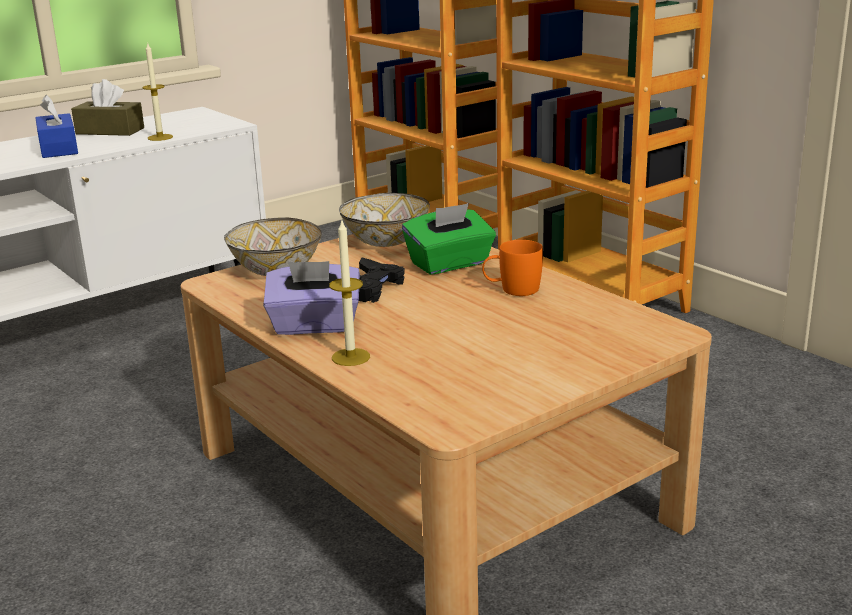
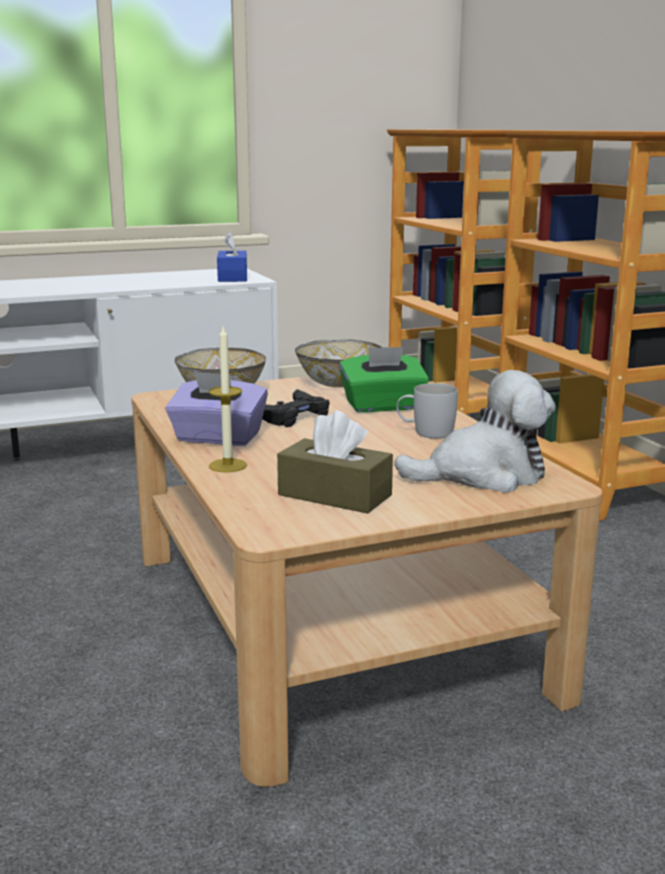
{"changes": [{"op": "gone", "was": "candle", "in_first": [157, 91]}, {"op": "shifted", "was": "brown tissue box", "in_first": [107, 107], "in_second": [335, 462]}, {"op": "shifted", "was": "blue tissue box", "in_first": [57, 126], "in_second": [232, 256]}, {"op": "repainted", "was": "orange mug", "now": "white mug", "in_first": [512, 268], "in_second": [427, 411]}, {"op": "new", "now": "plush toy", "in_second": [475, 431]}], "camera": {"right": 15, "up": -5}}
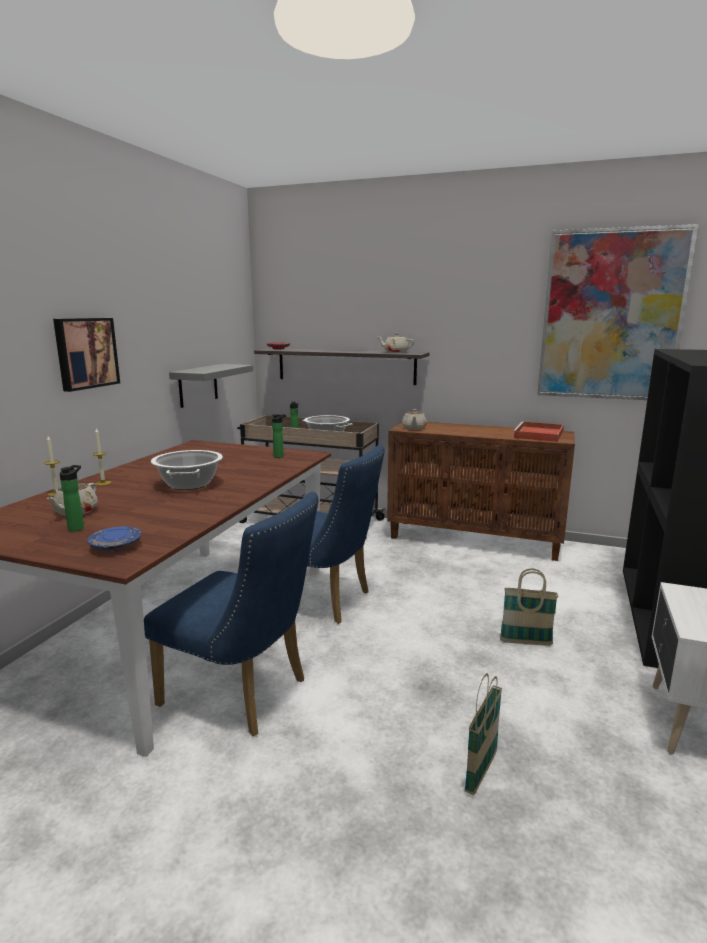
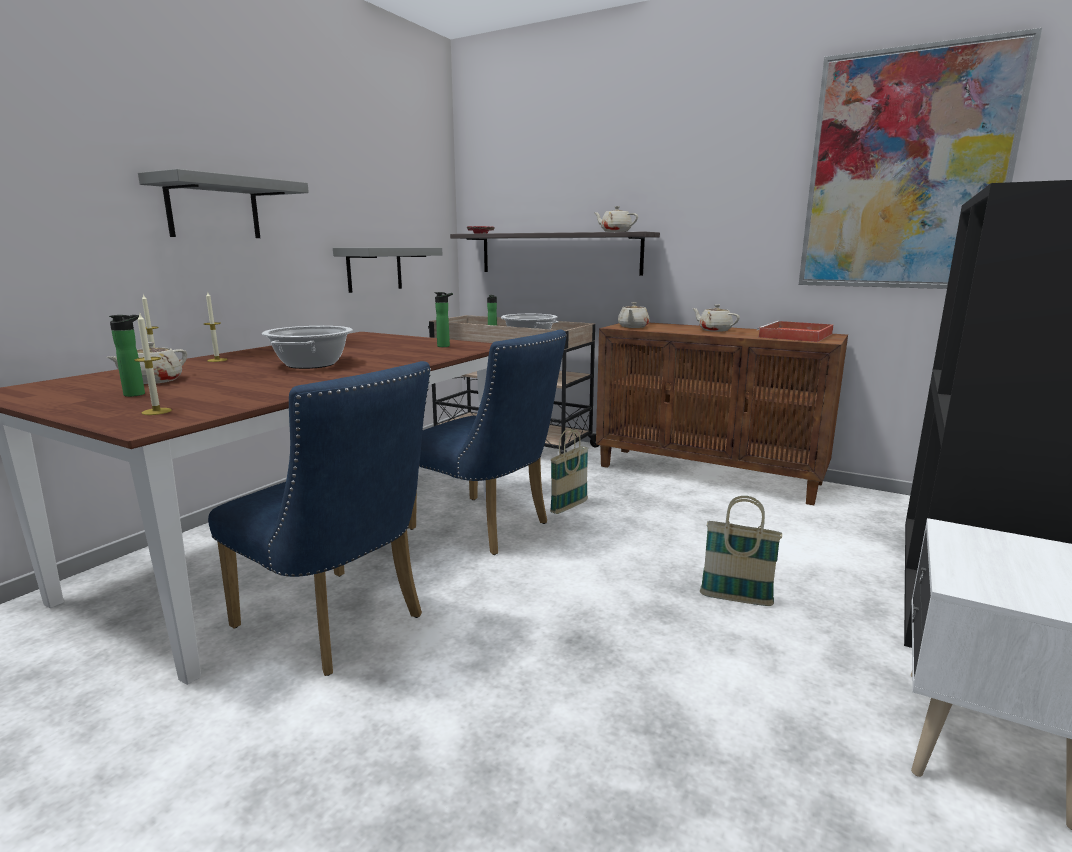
{"changes": [{"op": "swapped", "was": "picture", "now": "grey shelf", "in_first": [86, 355], "in_second": [223, 203]}, {"op": "swapped", "was": "blue plate", "now": "candle", "in_first": [114, 539], "in_second": [153, 364]}, {"op": "shifted", "was": "basket", "in_first": [483, 734], "in_second": [569, 471]}, {"op": "new", "now": "beige teapot", "in_second": [716, 318]}], "camera": {"right": 10, "up": 0}}
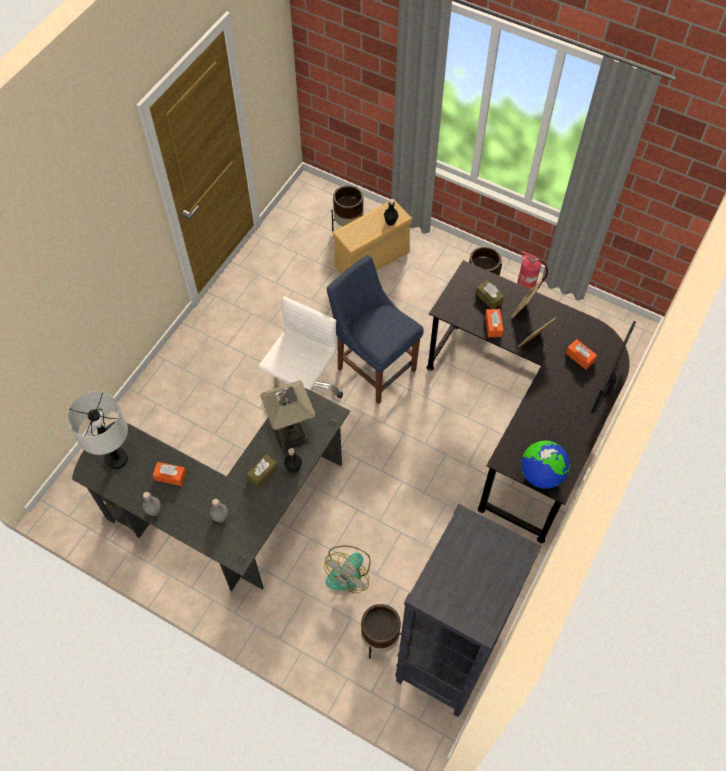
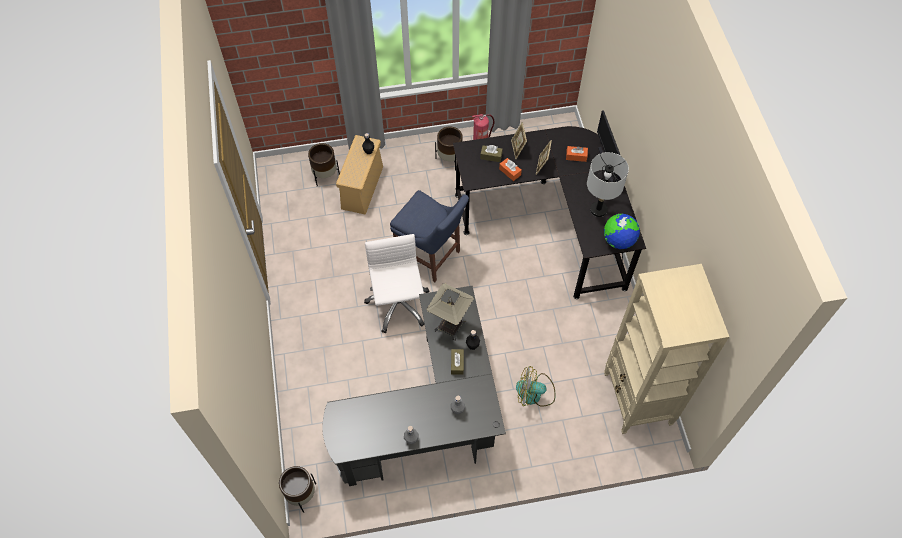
{"changes": [{"op": "rotated", "was": "blue chair", "in_first": [375, 329], "in_second": [429, 236], "clockwise": -150}, {"op": "shifted", "was": "grey table lamp", "in_first": [97, 430], "in_second": [608, 184]}, {"op": "gone", "was": "orange tissue box", "in_first": [170, 474]}, {"op": "repainted", "was": "black bookcase", "now": "beige bookcase", "in_first": [468, 610], "in_second": [666, 349]}, {"op": "rotated", "was": "fan", "in_first": [347, 569], "in_second": [536, 386], "clockwise": 105}, {"op": "shifted", "was": "brown planter", "in_first": [381, 631], "in_second": [297, 489]}], "camera": {"right": -40, "up": 0}}
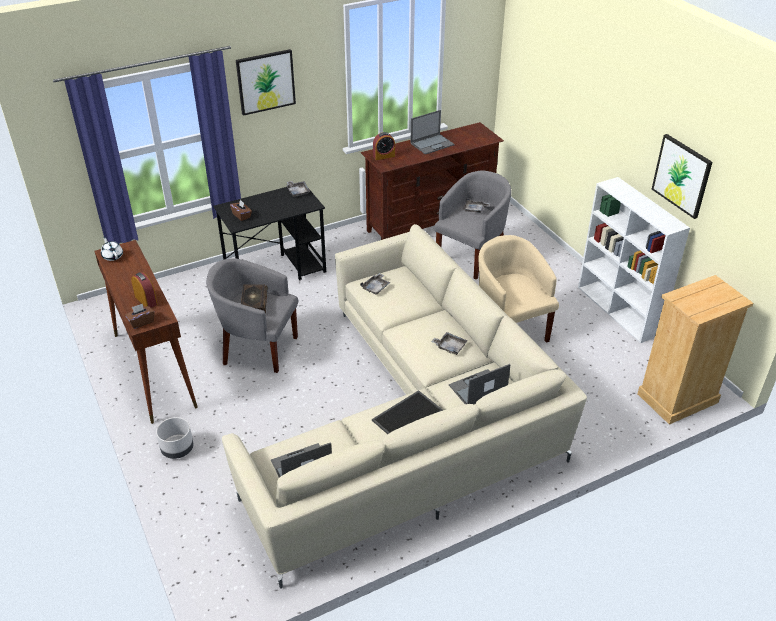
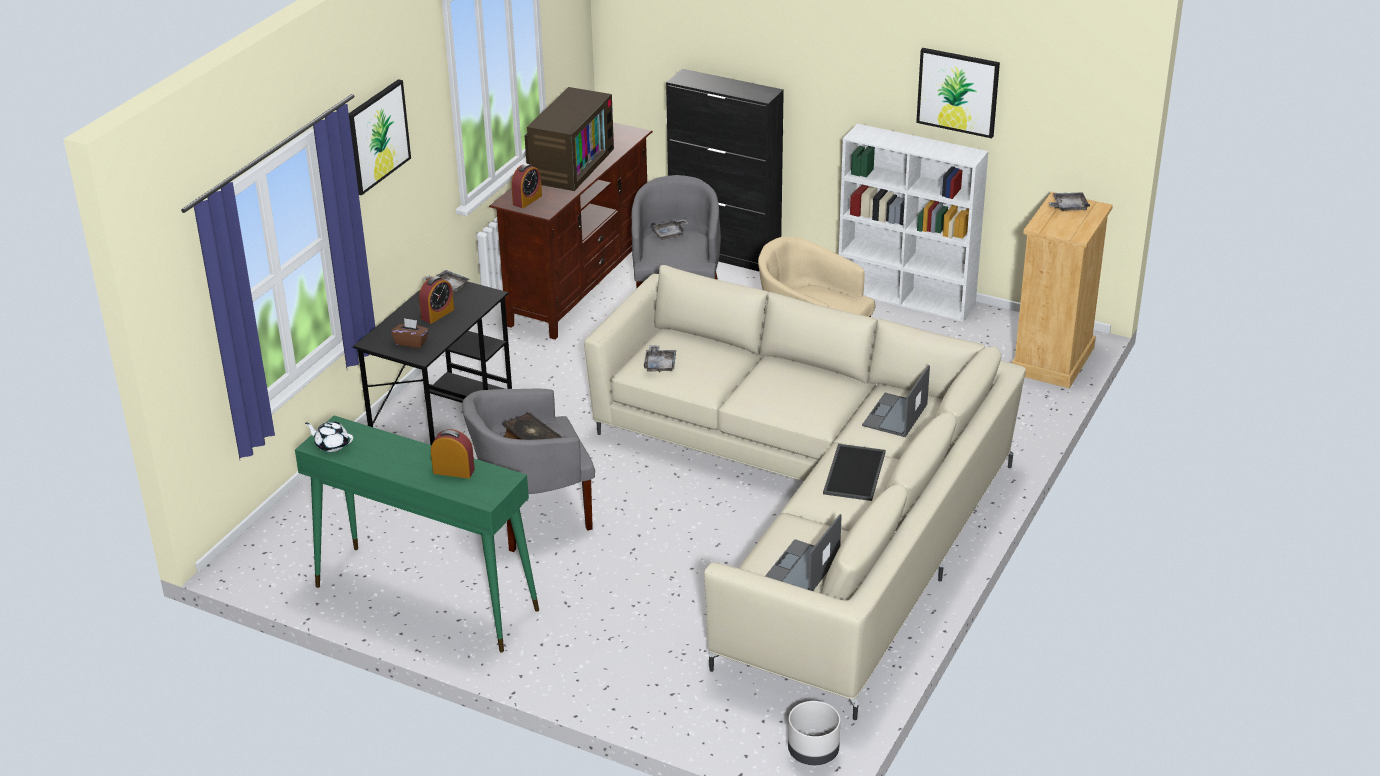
{"changes": [{"op": "swapped", "was": "laptop", "now": "television", "in_first": [432, 132], "in_second": [569, 139]}, {"op": "repainted", "was": "brown console table", "now": "green console table", "in_first": [146, 332], "in_second": [417, 534]}, {"op": "gone", "was": "brown tissue box", "in_first": [140, 316]}, {"op": "shifted", "was": "grey tray", "in_first": [449, 343], "in_second": [1069, 201]}, {"op": "shifted", "was": "grey planter", "in_first": [175, 438], "in_second": [814, 733]}, {"op": "new", "now": "black cabinet", "in_second": [725, 170]}, {"op": "new", "now": "alarm clock", "in_second": [436, 300]}], "camera": {"right": -35, "up": -5}}
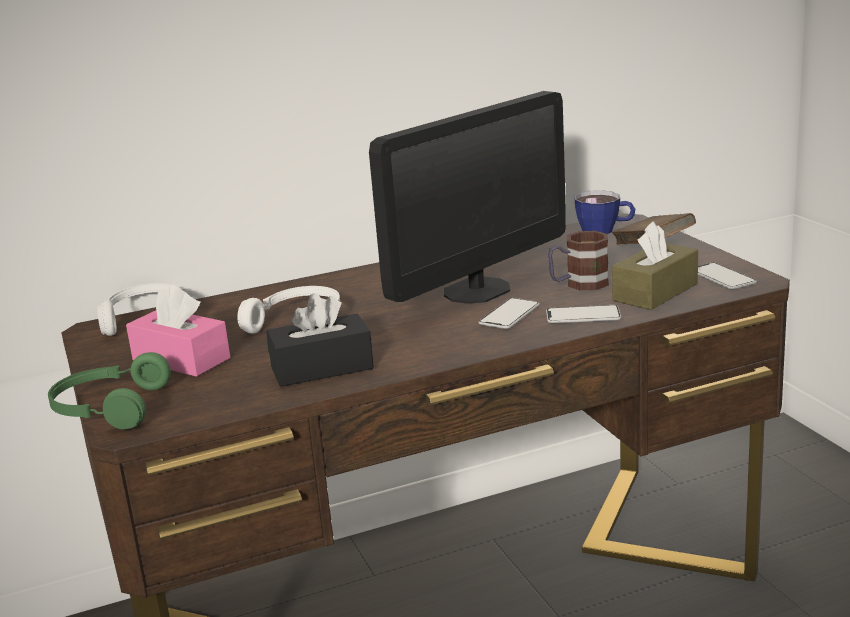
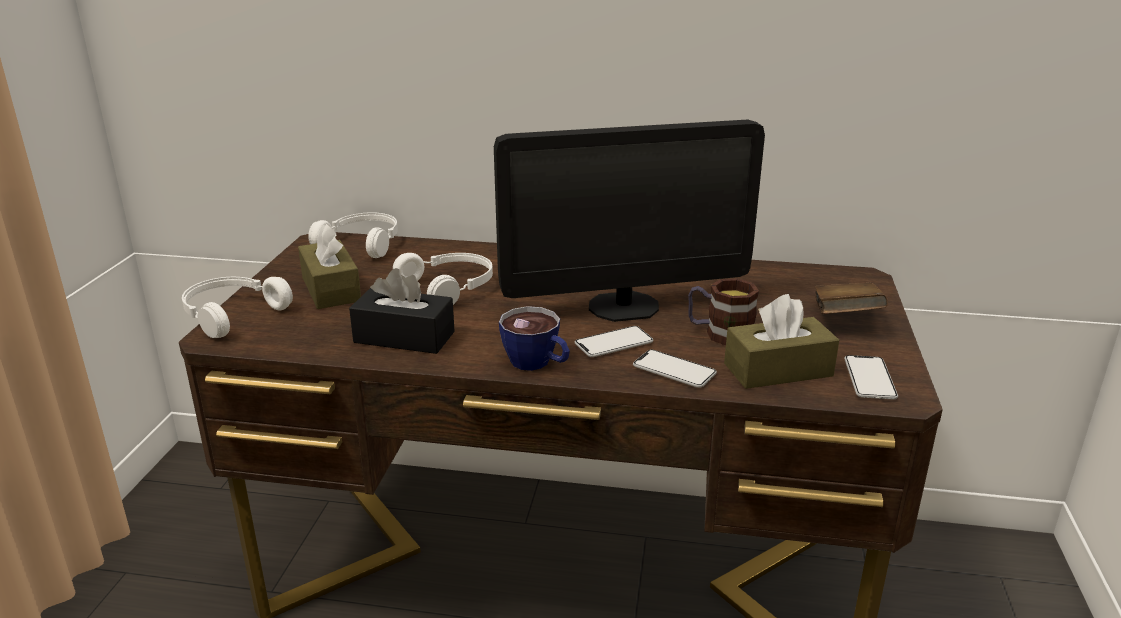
{"changes": [{"op": "shifted", "was": "cup", "in_first": [604, 212], "in_second": [534, 338]}, {"op": "repainted", "was": "pink tissue box", "now": "brown tissue box", "in_first": [178, 331], "in_second": [329, 266]}, {"op": "repainted", "was": "green headphones", "now": "white headphones", "in_first": [109, 390], "in_second": [237, 307]}], "camera": {"right": 30, "up": 5}}
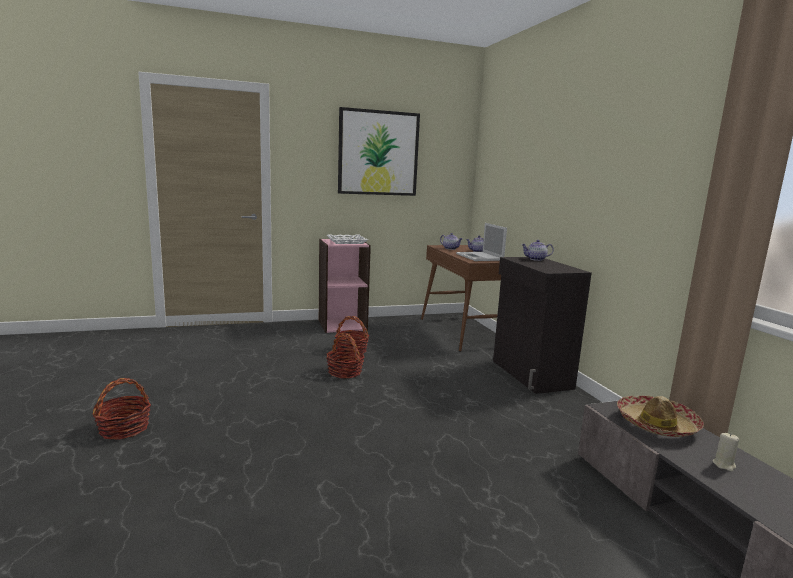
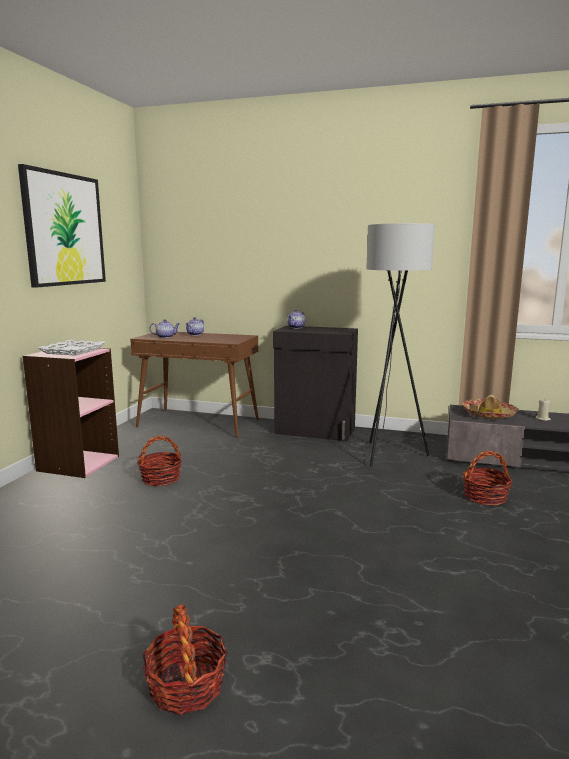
{"changes": [{"op": "gone", "was": "laptop", "in_first": [481, 242]}, {"op": "shifted", "was": "basket", "in_first": [345, 355], "in_second": [487, 478]}, {"op": "new", "now": "grey floor lamp", "in_second": [388, 346]}], "camera": {"right": -55, "up": 0}}
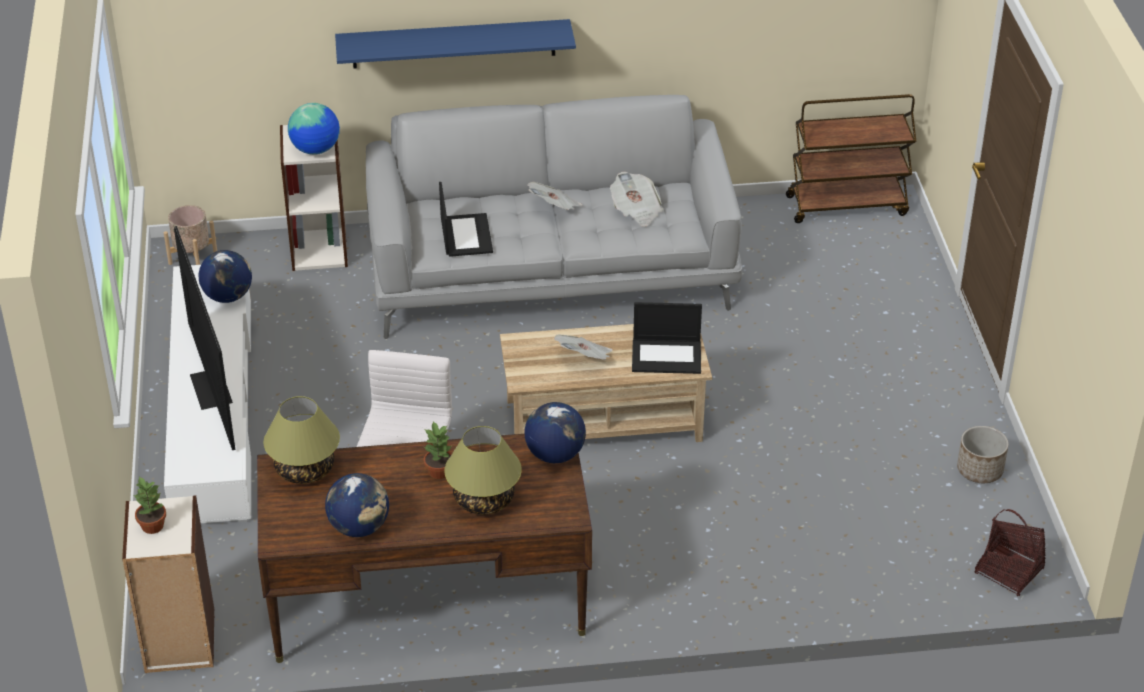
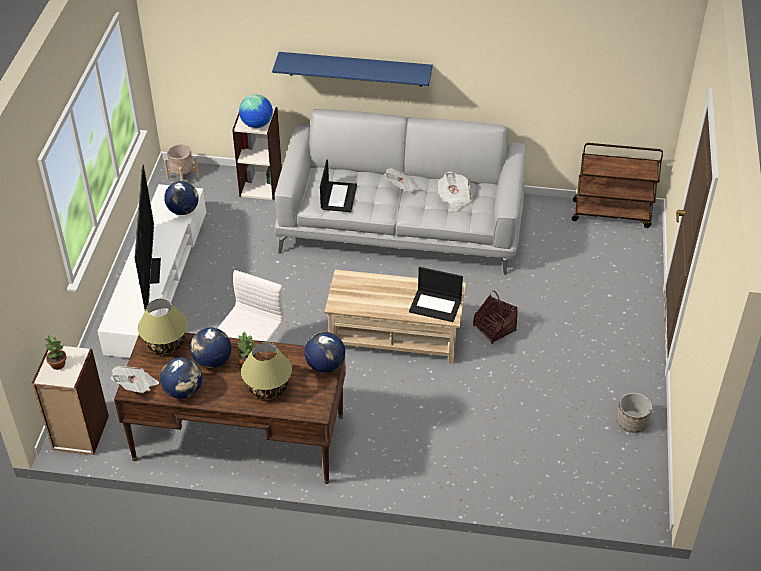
{"changes": [{"op": "shifted", "was": "newspaper", "in_first": [583, 347], "in_second": [134, 379]}, {"op": "shifted", "was": "basket", "in_first": [1010, 552], "in_second": [495, 317]}, {"op": "new", "now": "globe", "in_second": [210, 348]}], "camera": {"right": 15, "up": 5}}
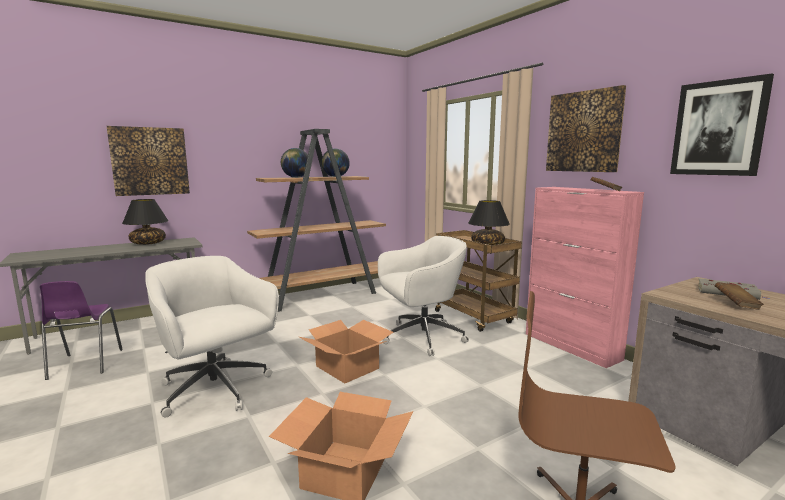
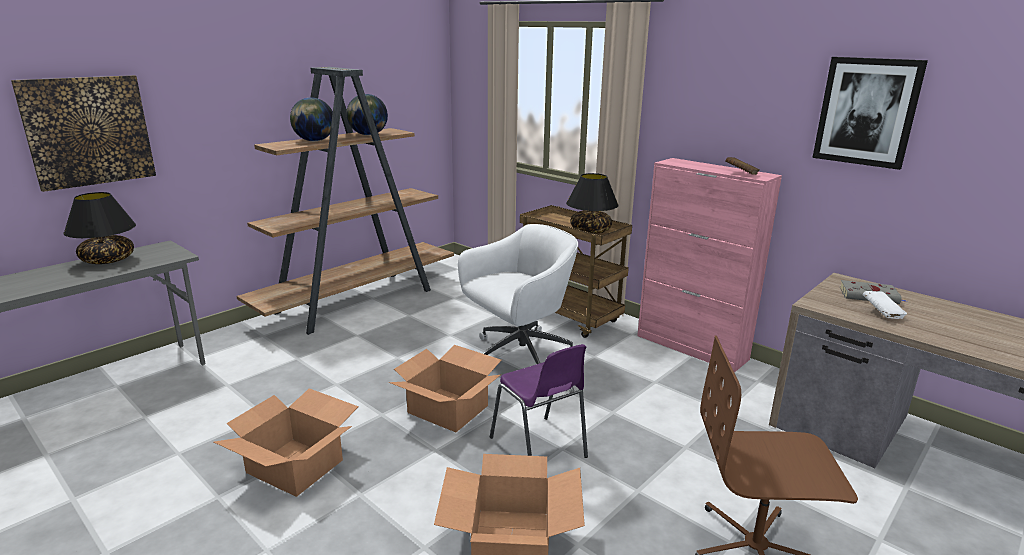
{"changes": [{"op": "gone", "was": "picture", "in_first": [586, 128]}, {"op": "swapped", "was": "white office chair", "now": "cardboard box", "in_first": [212, 337], "in_second": [286, 442]}, {"op": "shifted", "was": "purple chair", "in_first": [81, 330], "in_second": [539, 401]}, {"op": "repainted", "was": "brown book", "now": "white book", "in_first": [739, 295], "in_second": [885, 305]}], "camera": {"right": -15, "up": 10}}
